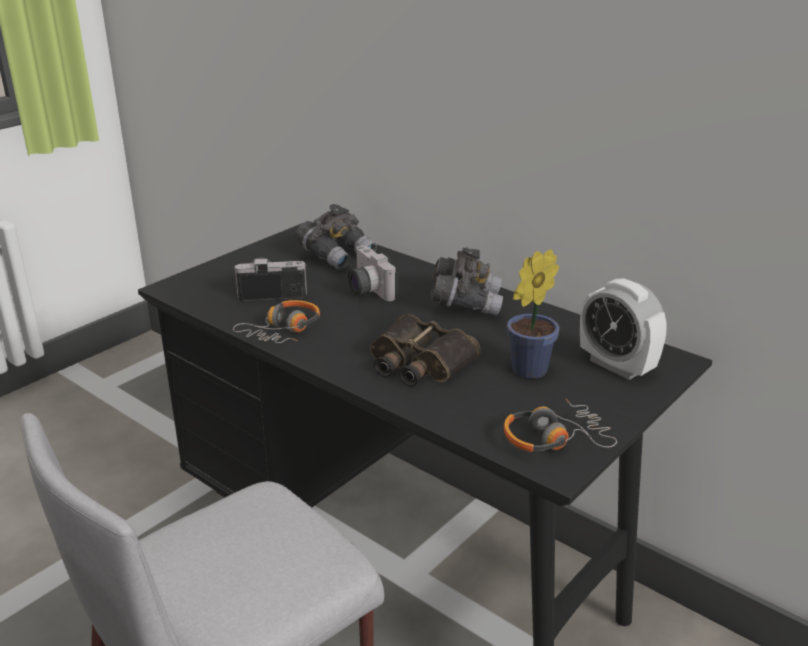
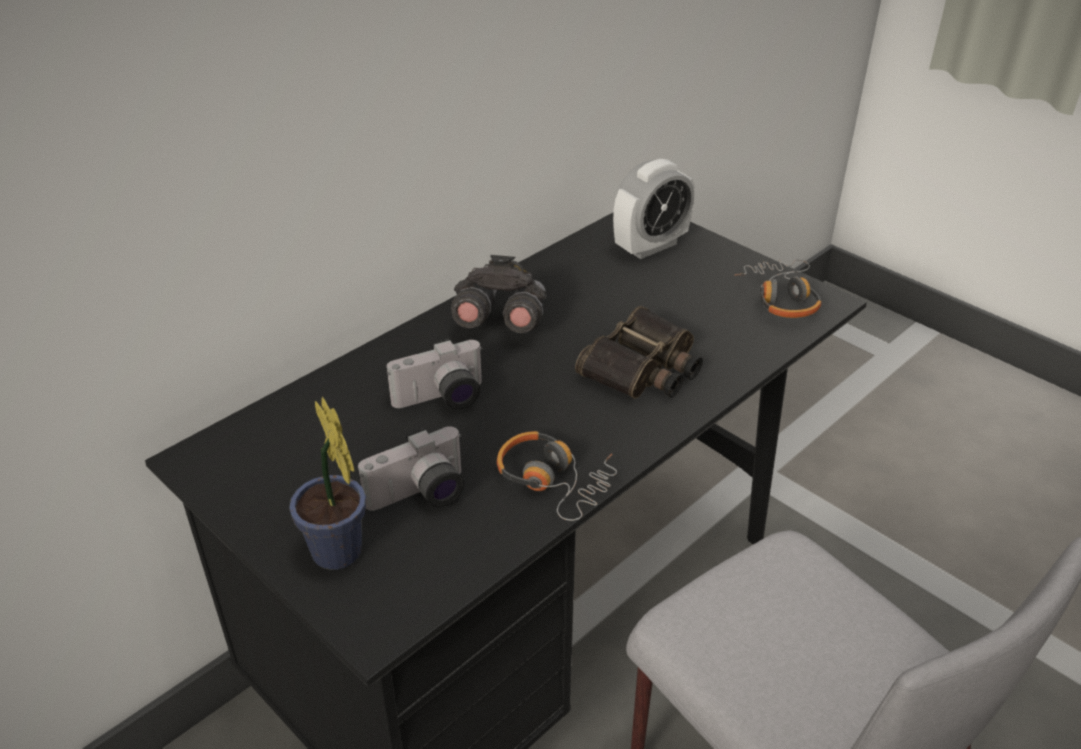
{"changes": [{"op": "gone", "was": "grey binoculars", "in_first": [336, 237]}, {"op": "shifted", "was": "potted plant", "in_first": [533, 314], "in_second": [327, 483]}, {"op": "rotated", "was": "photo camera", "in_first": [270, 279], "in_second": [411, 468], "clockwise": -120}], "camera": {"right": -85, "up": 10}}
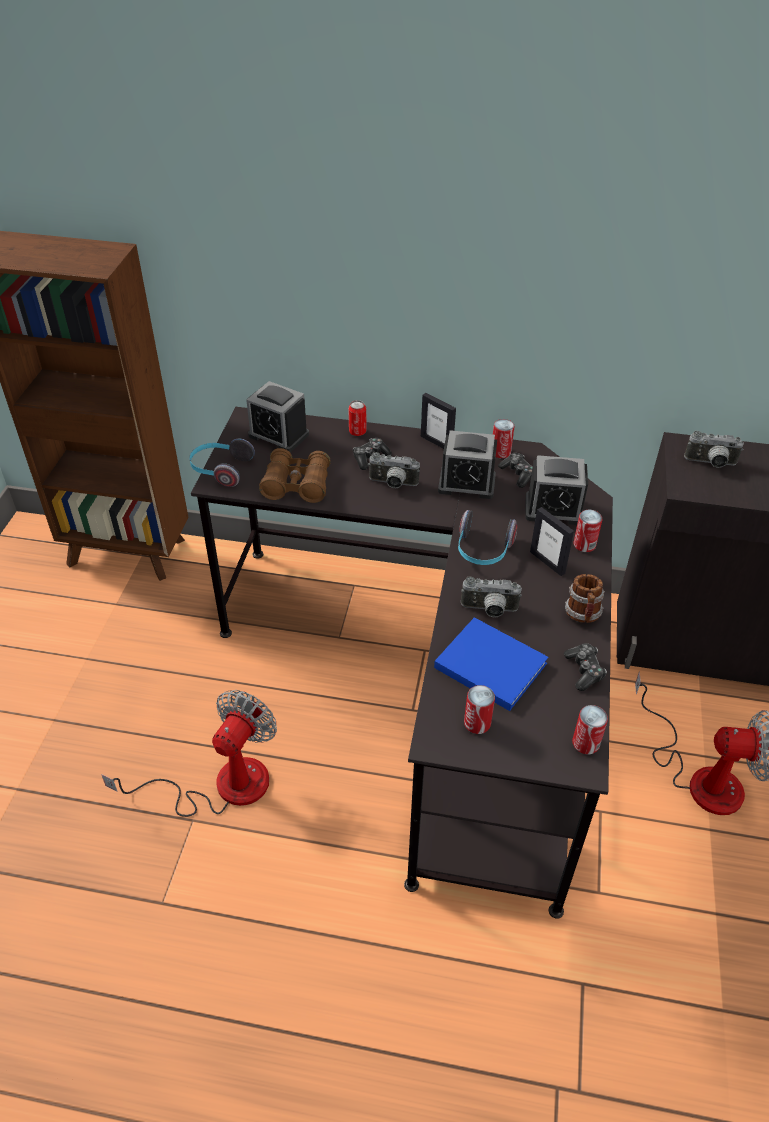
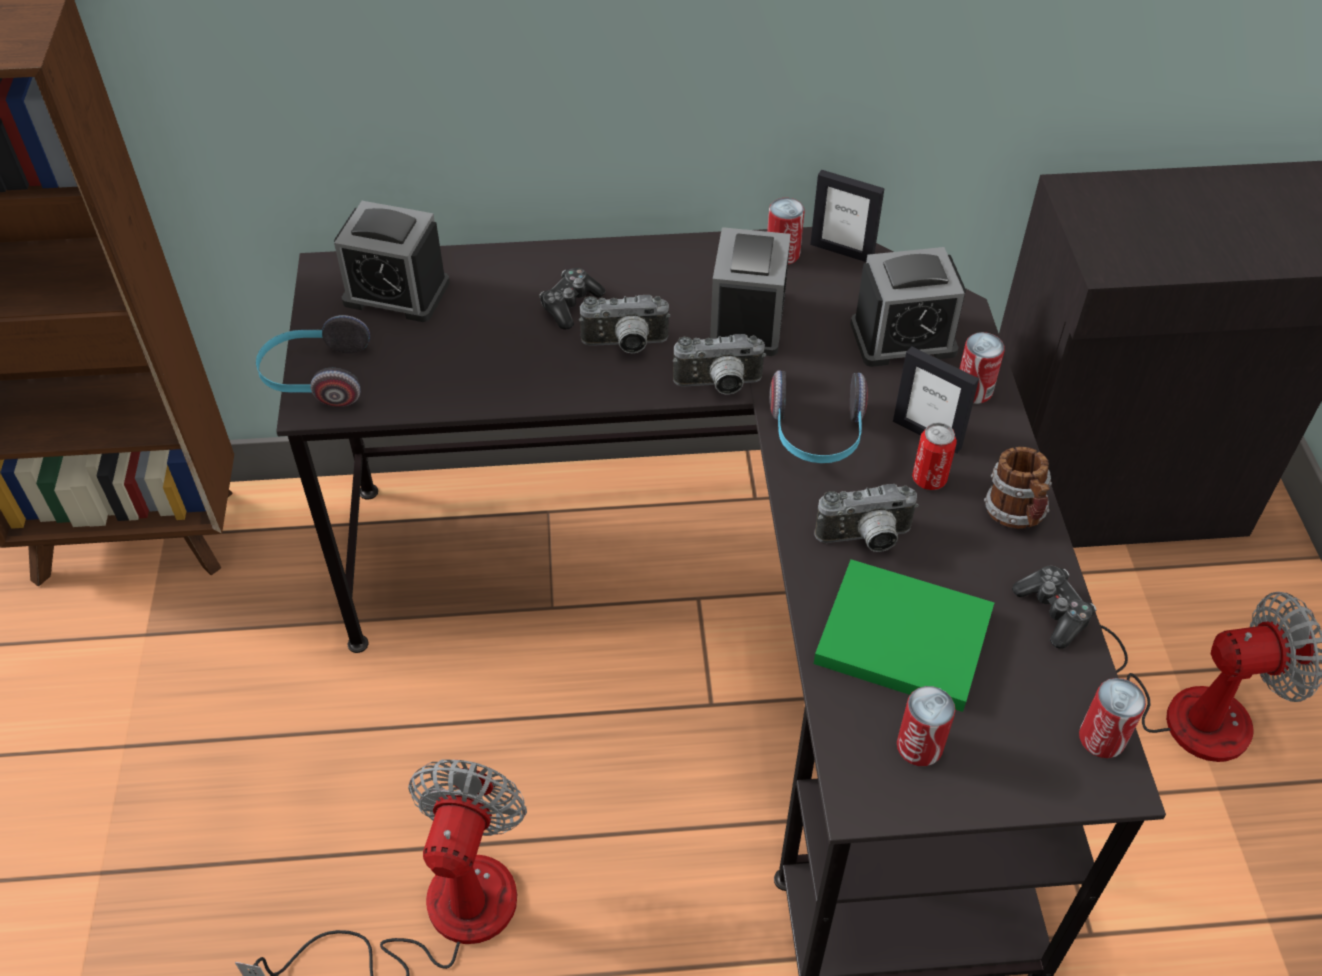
{"changes": [{"op": "shifted", "was": "picture frame", "in_first": [438, 421], "in_second": [847, 216]}, {"op": "shifted", "was": "can", "in_first": [357, 418], "in_second": [934, 456]}, {"op": "rotated", "was": "alarm clock", "in_first": [467, 464], "in_second": [750, 291], "clockwise": 105}, {"op": "shifted", "was": "photo camera", "in_first": [714, 449], "in_second": [719, 364]}, {"op": "gone", "was": "brown binoculars", "in_first": [295, 475]}, {"op": "gone", "was": "game controller", "in_first": [515, 470]}, {"op": "repainted", "was": "blue book", "now": "green book", "in_first": [491, 664], "in_second": [904, 635]}], "camera": {"right": -15, "up": 5}}
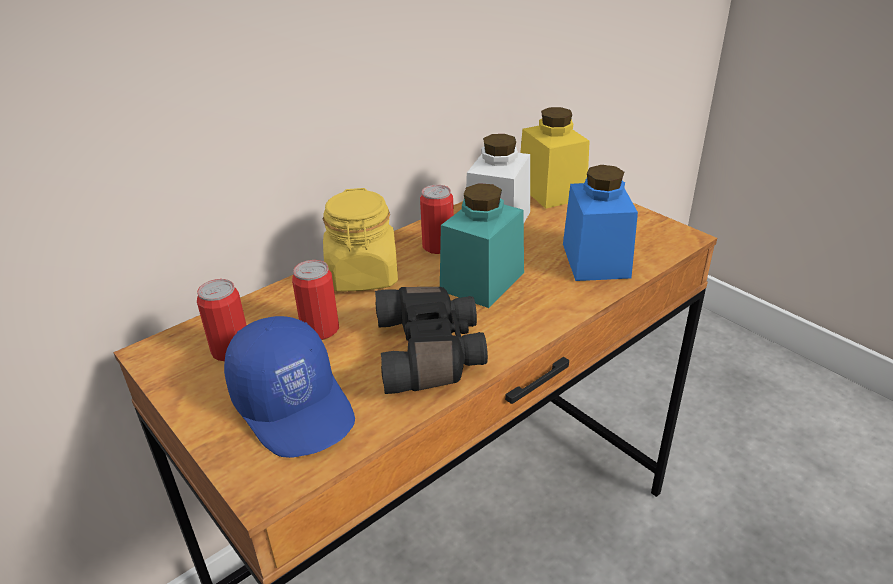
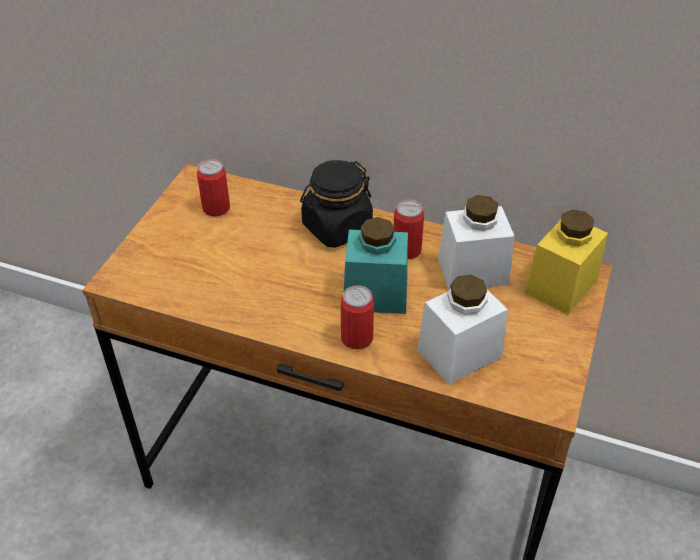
{"changes": [{"op": "repainted", "was": "blue jar", "now": "white jar", "in_first": [600, 223], "in_second": [462, 330]}, {"op": "repainted", "was": "yellow jar", "now": "black jar", "in_first": [360, 239], "in_second": [336, 204]}, {"op": "shifted", "was": "can", "in_first": [315, 300], "in_second": [357, 317]}, {"op": "gone", "was": "black binoculars", "in_first": [431, 340]}, {"op": "gone", "was": "blue cap", "in_first": [289, 387]}], "camera": {"right": 60, "up": 10}}
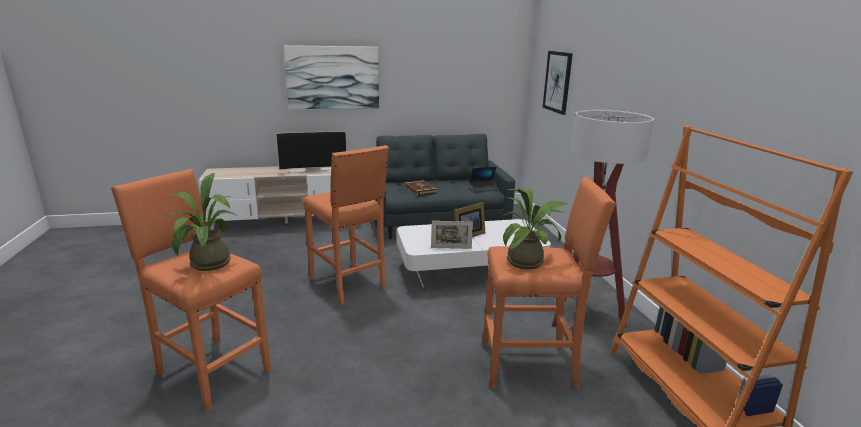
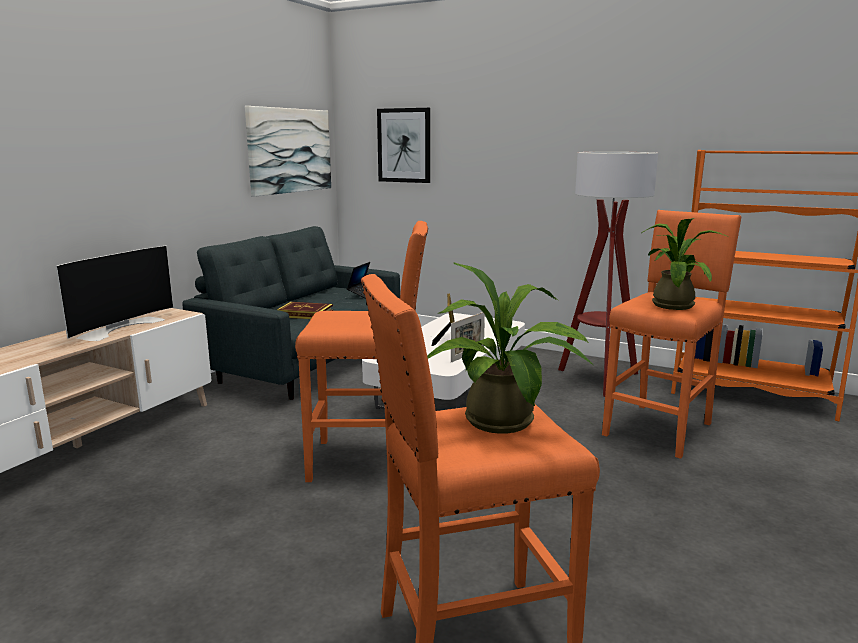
{"changes": [{"op": "shifted", "was": "picture", "in_first": [331, 77], "in_second": [288, 151]}], "camera": {"right": -50, "up": -5}}
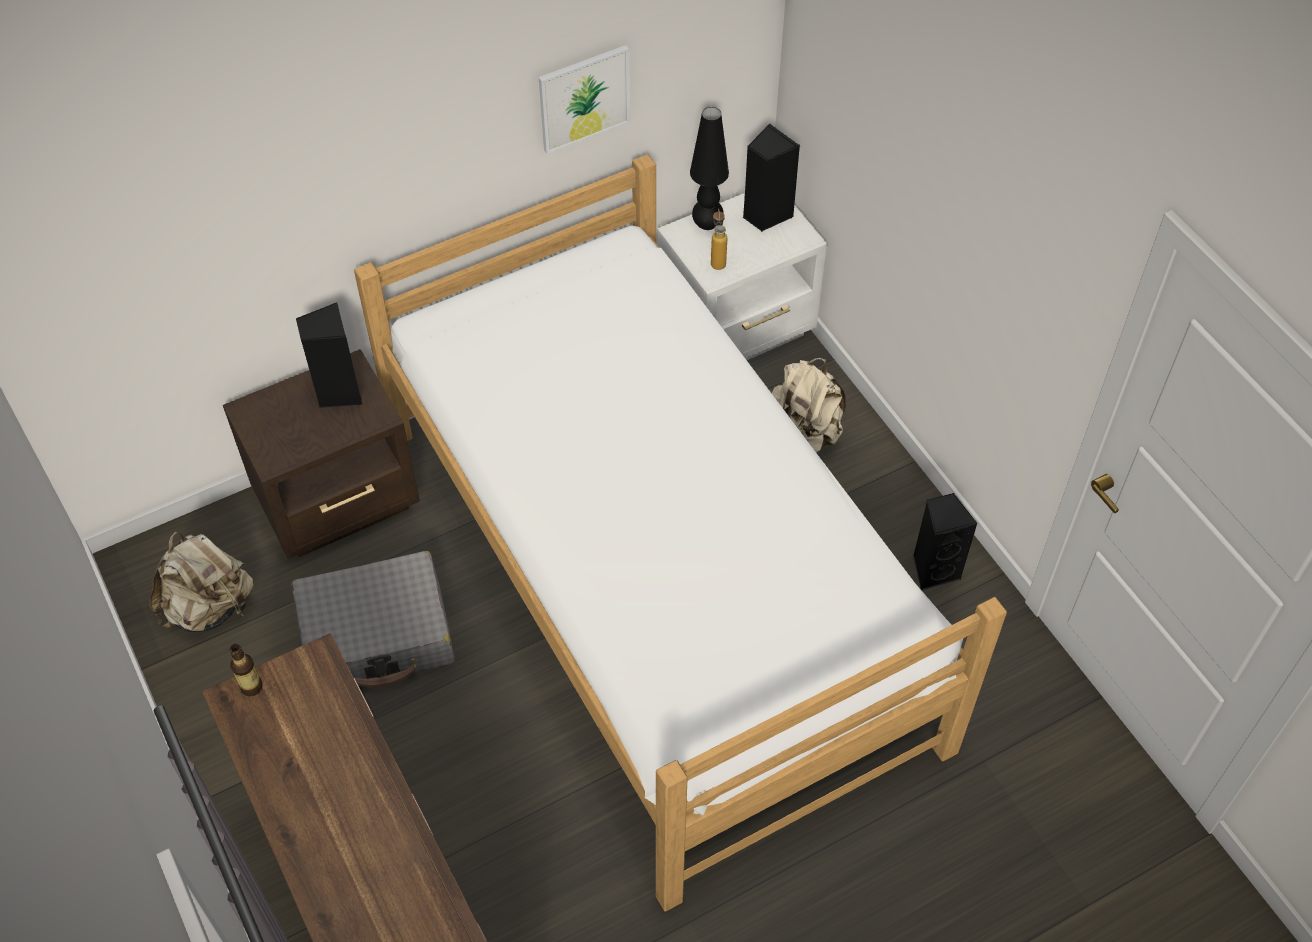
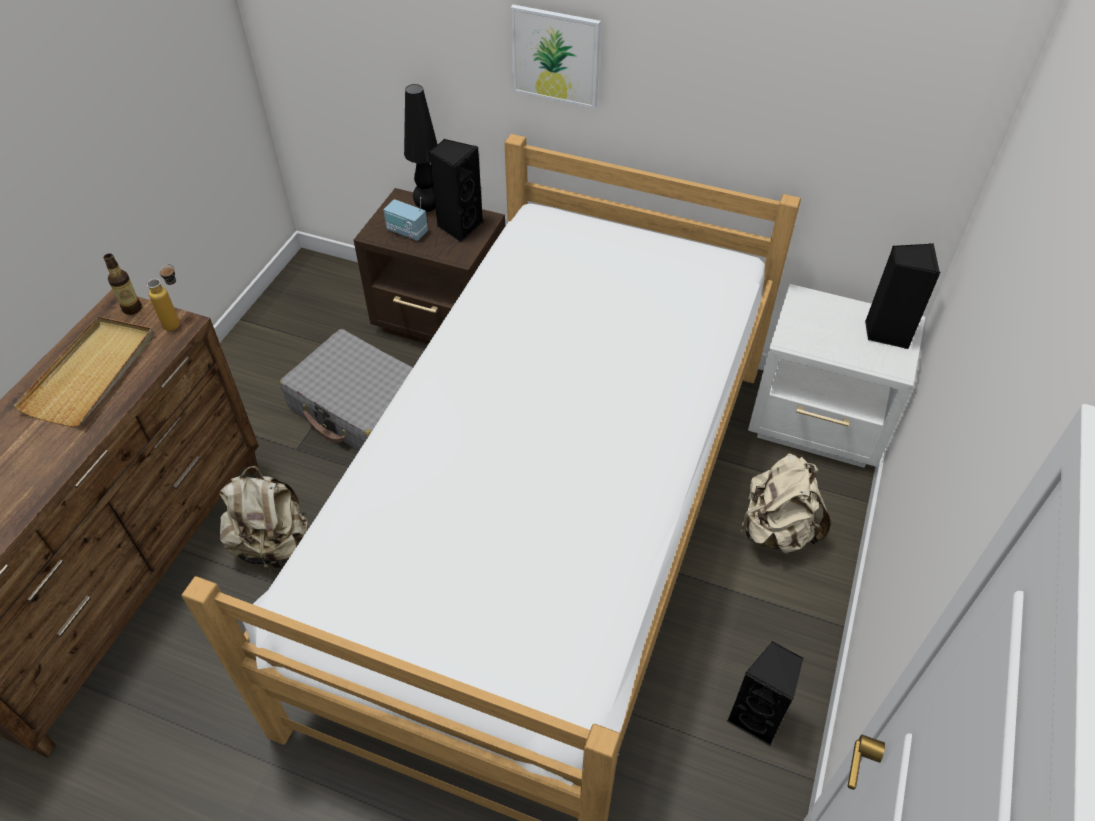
{"changes": [{"op": "shifted", "was": "picture", "in_first": [584, 99], "in_second": [556, 56]}, {"op": "shifted", "was": "black table lamp", "in_first": [709, 168], "in_second": [421, 148]}, {"op": "shifted", "was": "bottle", "in_first": [719, 239], "in_second": [163, 297]}, {"op": "shifted", "was": "beige backpack", "in_first": [201, 581], "in_second": [263, 518]}, {"op": "new", "now": "radio", "in_second": [405, 219]}, {"op": "new", "now": "beige tray", "in_second": [83, 371]}], "camera": {"right": 50, "up": -5}}
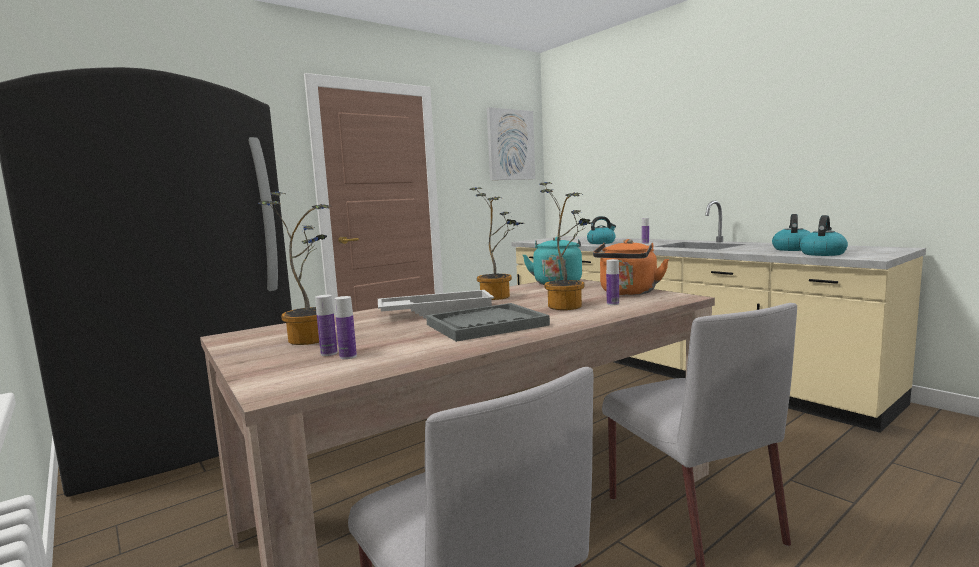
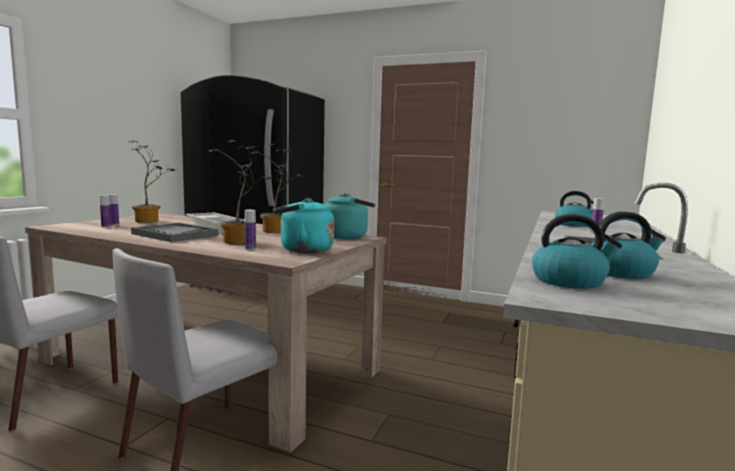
{"changes": [{"op": "gone", "was": "picture", "in_first": [511, 143]}, {"op": "repainted", "was": "orange kettle", "now": "turquoise kettle", "in_first": [631, 267], "in_second": [303, 225]}], "camera": {"right": 60, "up": 0}}
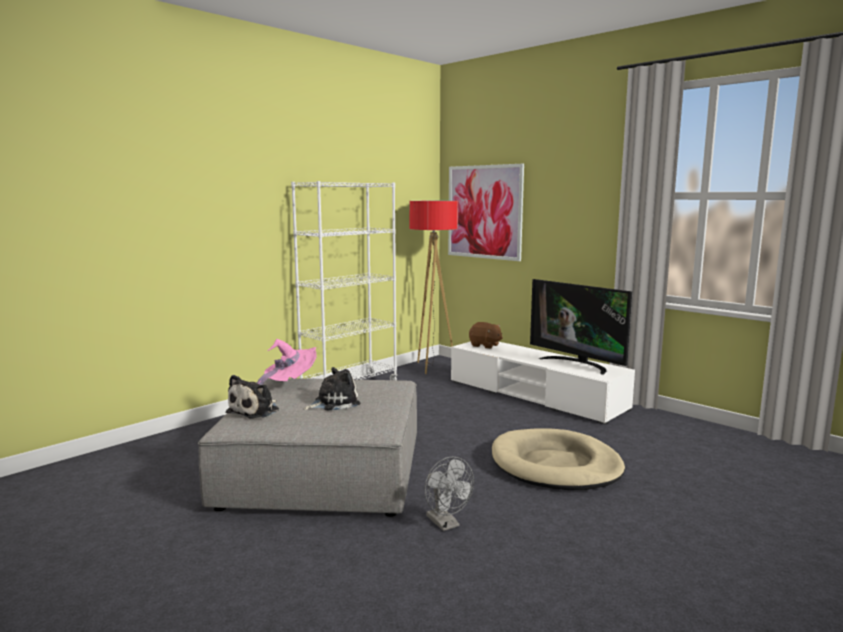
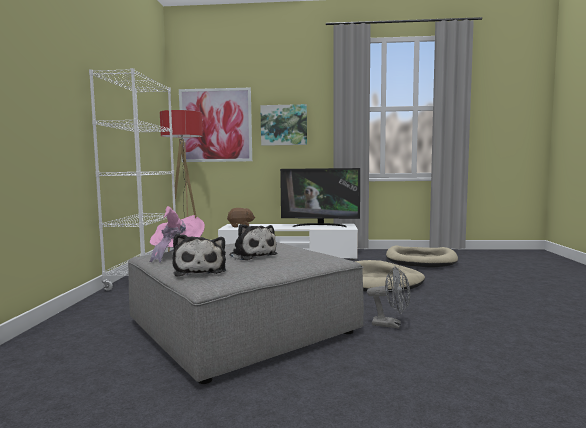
{"changes": [{"op": "rotated", "was": "plush toy", "in_first": [332, 388], "in_second": [253, 242], "clockwise": 120}, {"op": "new", "now": "picture", "in_second": [283, 125]}, {"op": "new", "now": "beige dog bed", "in_second": [422, 256]}], "camera": {"right": -40, "up": -5}}
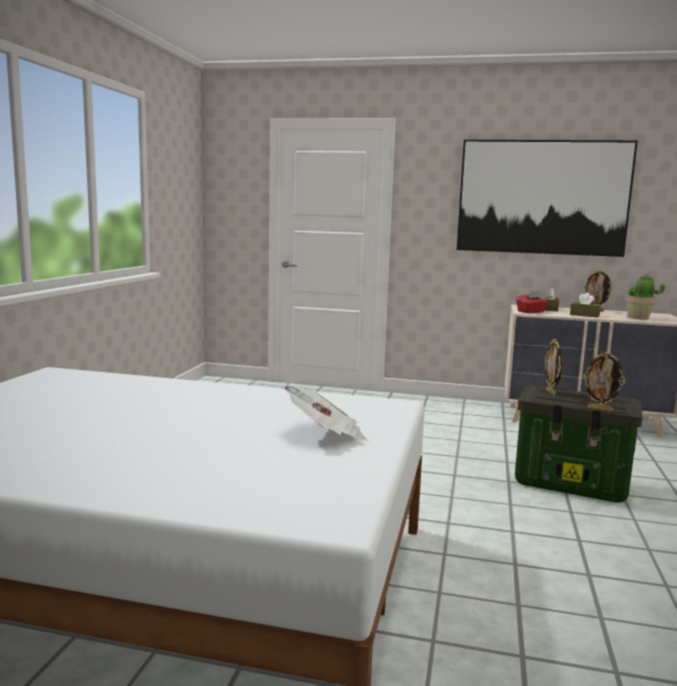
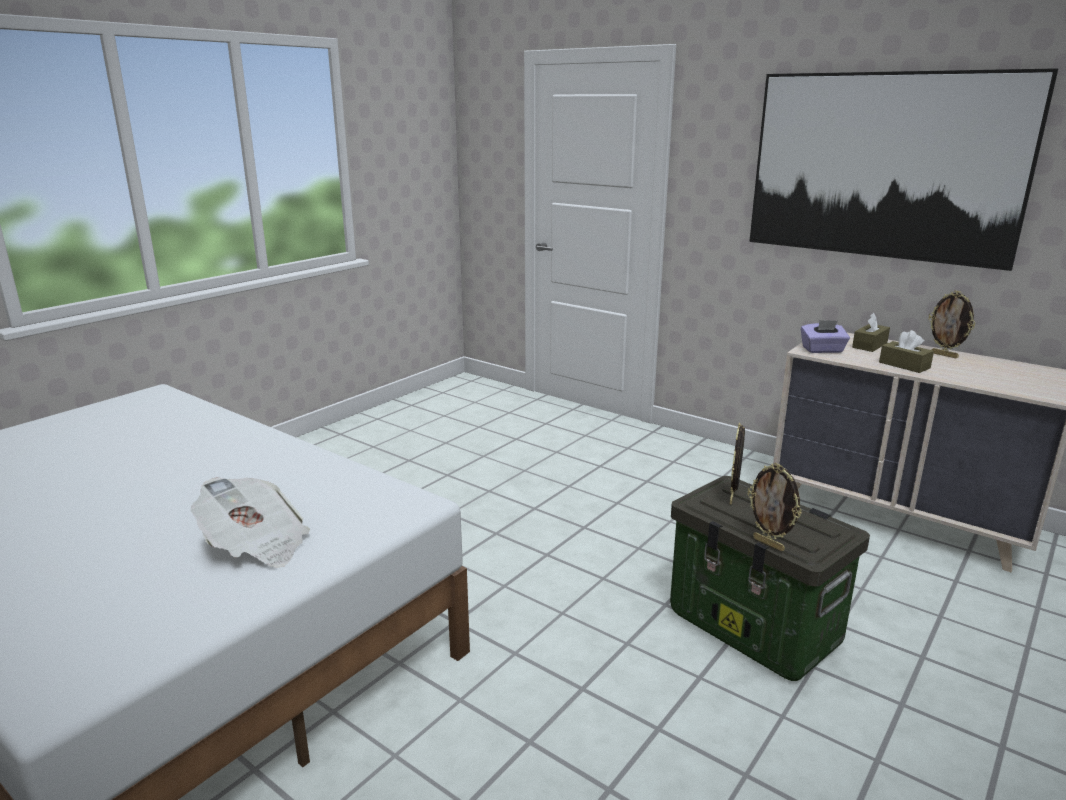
{"changes": [{"op": "gone", "was": "potted plant", "in_first": [645, 297]}, {"op": "repainted", "was": "red tissue box", "now": "purple tissue box", "in_first": [532, 302], "in_second": [825, 336]}], "camera": {"right": 25, "up": 10}}
